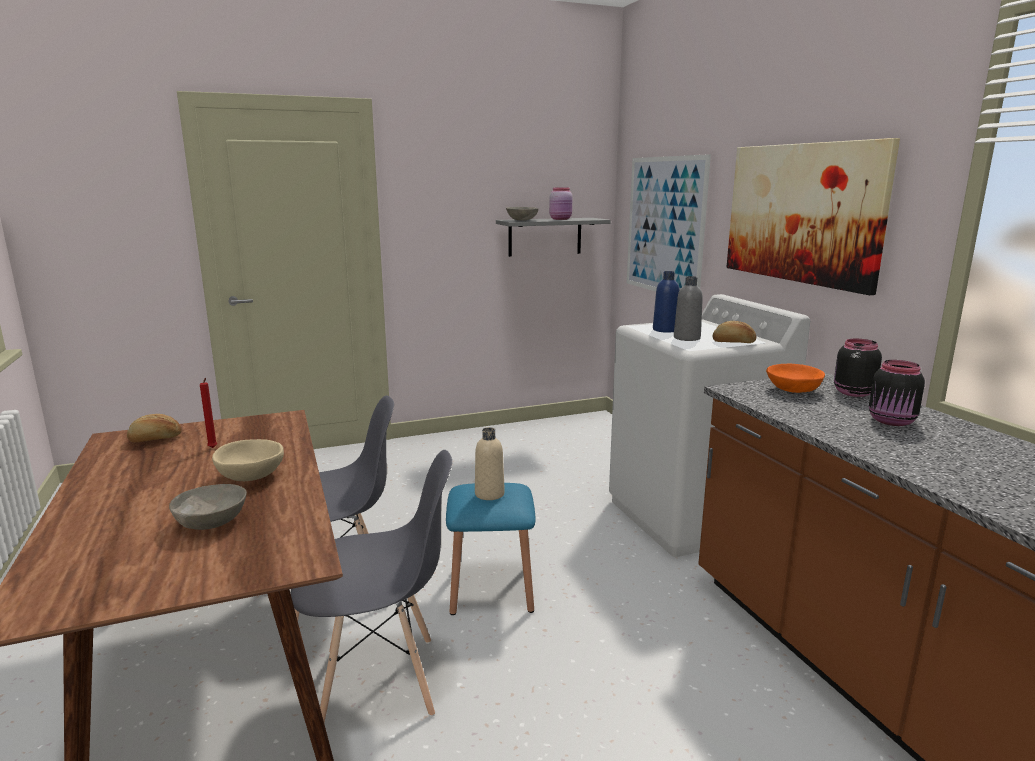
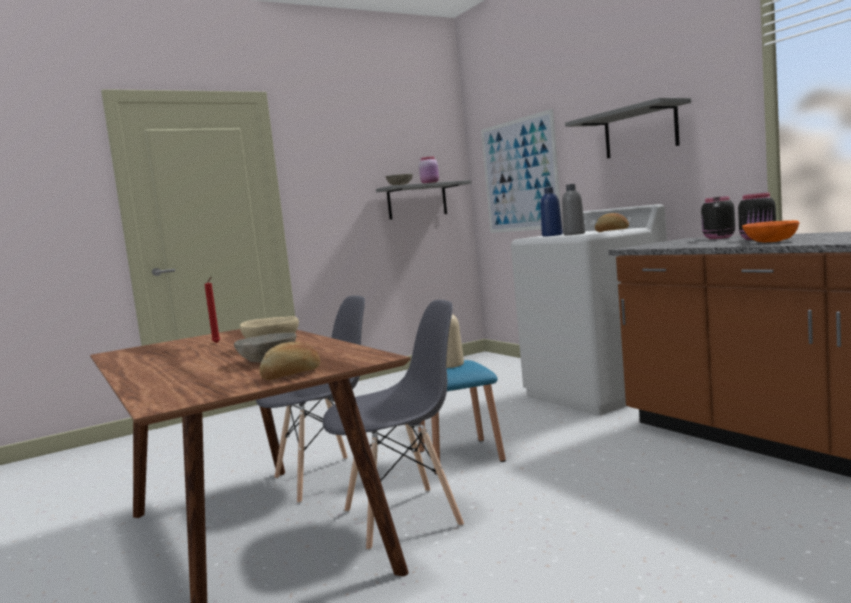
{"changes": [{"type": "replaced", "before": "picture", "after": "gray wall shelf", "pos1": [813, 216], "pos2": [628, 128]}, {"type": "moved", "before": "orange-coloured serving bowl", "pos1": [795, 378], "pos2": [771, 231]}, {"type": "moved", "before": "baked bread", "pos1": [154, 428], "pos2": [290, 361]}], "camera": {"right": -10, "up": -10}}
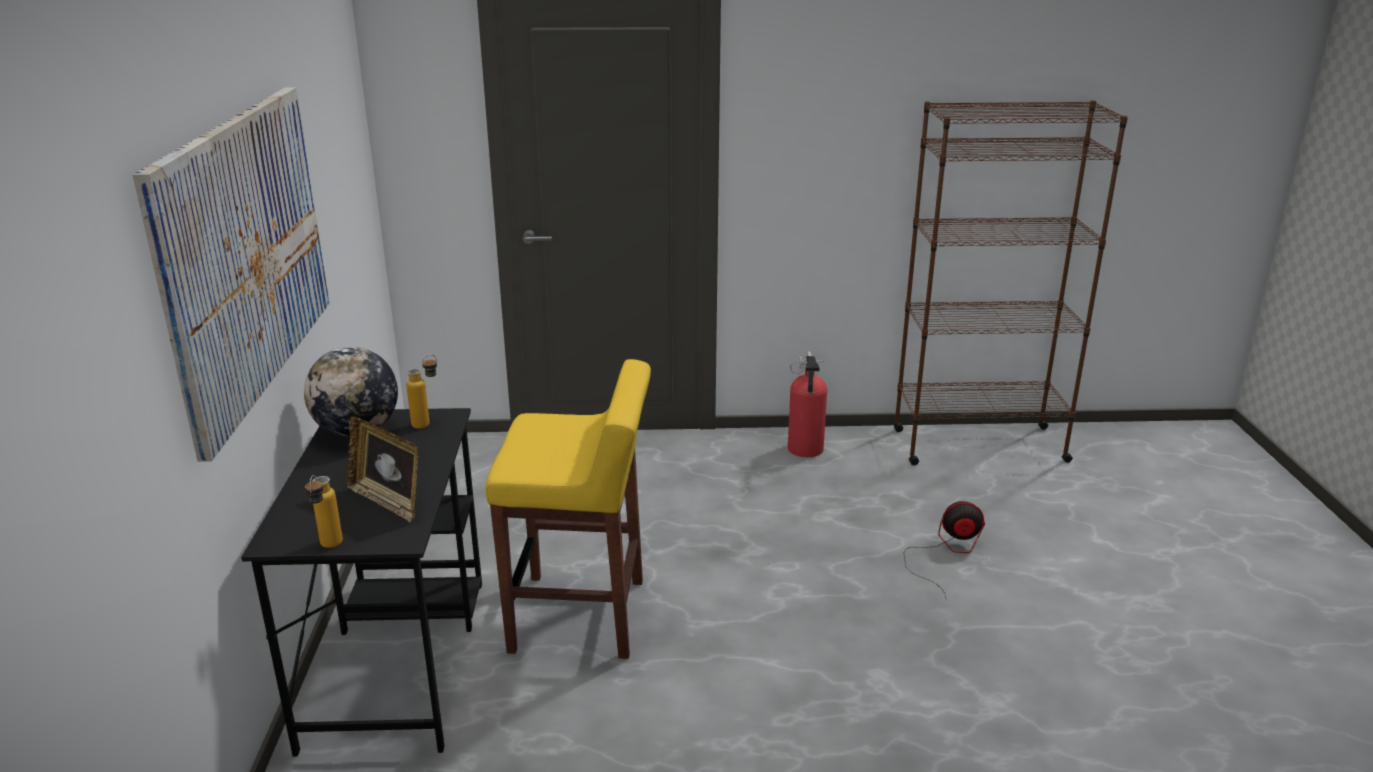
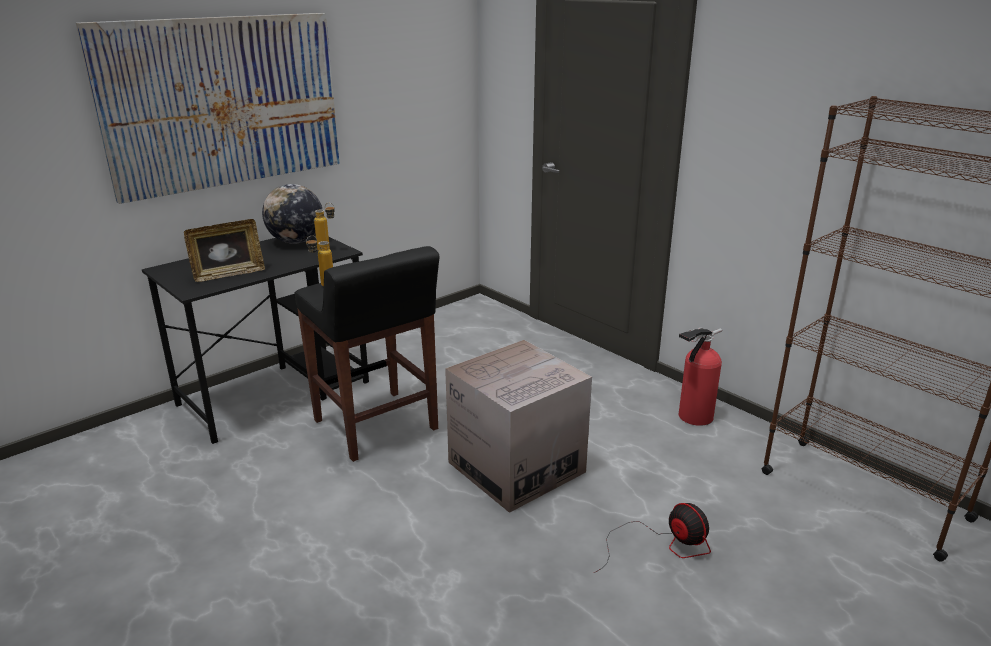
{"changes": [{"type": "recoloured", "before": "yellow stool", "after": "blackish stool", "pos1": [568, 509], "pos2": [366, 354]}, {"type": "turned", "before": "photo frame", "pos1": [382, 469], "pos2": [224, 250], "turn": -120}, {"type": "moved", "before": "beverage bottle", "pos1": [324, 511], "pos2": [319, 261]}, {"type": "added", "after": "carton", "pos2": [518, 426]}], "camera": {"right": 50, "up": 0}}
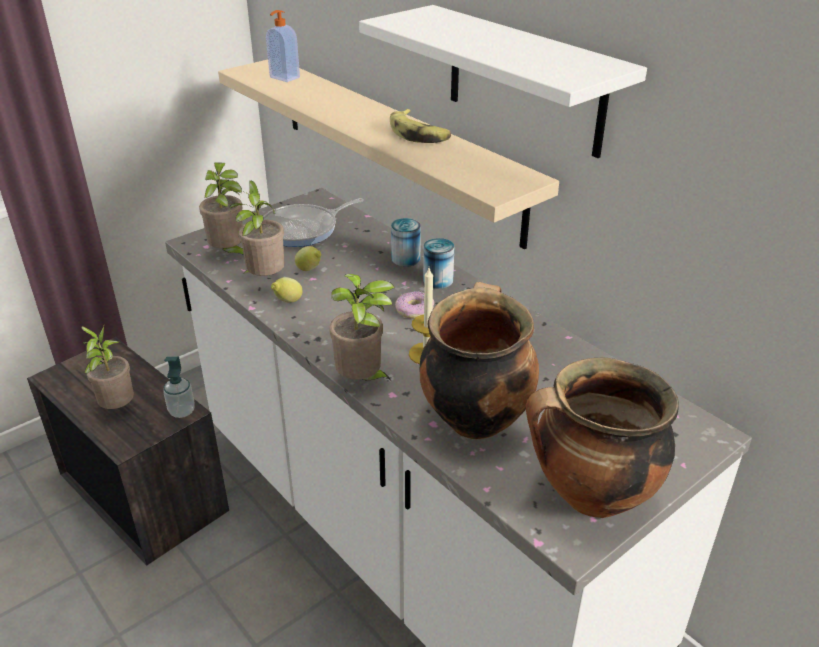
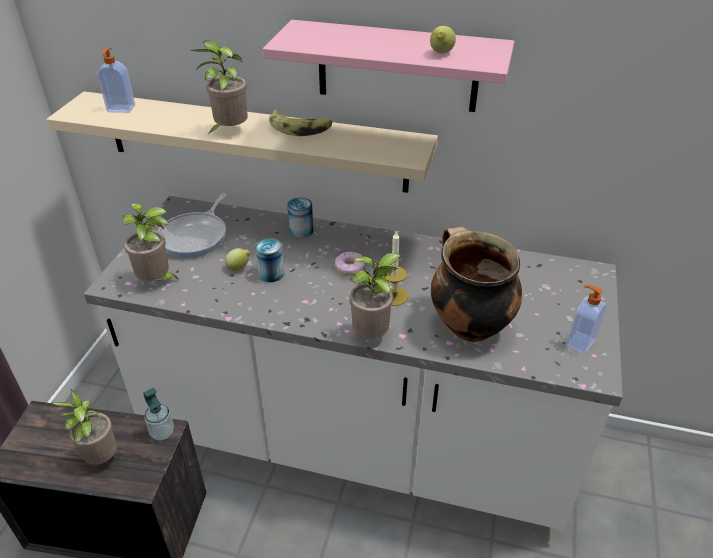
{"changes": [{"type": "recoloured", "before": "white-coloured wall shelf", "after": "pink wall shelf", "pos1": [503, 81], "pos2": [388, 66]}, {"type": "moved", "before": "houseplant", "pos1": [257, 228], "pos2": [219, 87]}, {"type": "moved", "before": "can", "pos1": [438, 263], "pos2": [269, 260]}, {"type": "moved", "before": "lemon", "pos1": [287, 290], "pos2": [443, 40]}, {"type": "replaced", "before": "cooking pot", "after": "liquid soap bottle", "pos1": [602, 438], "pos2": [586, 319]}], "camera": {"right": -35, "up": 5}}
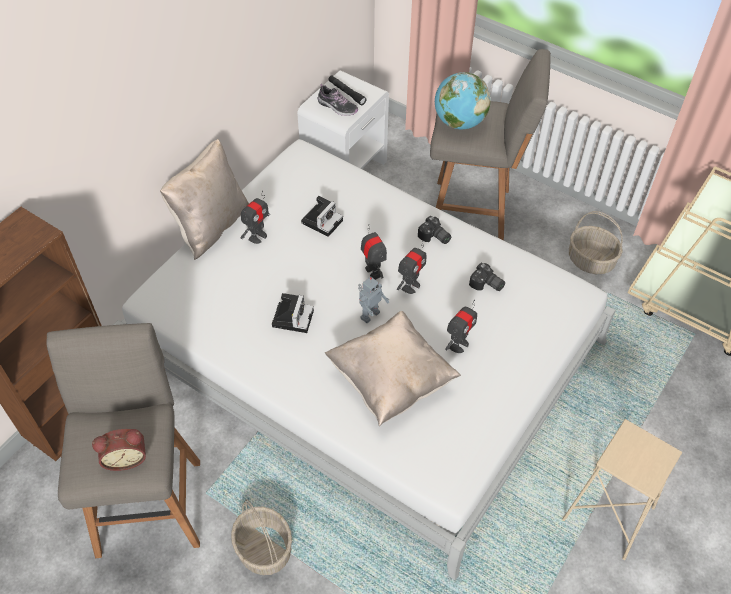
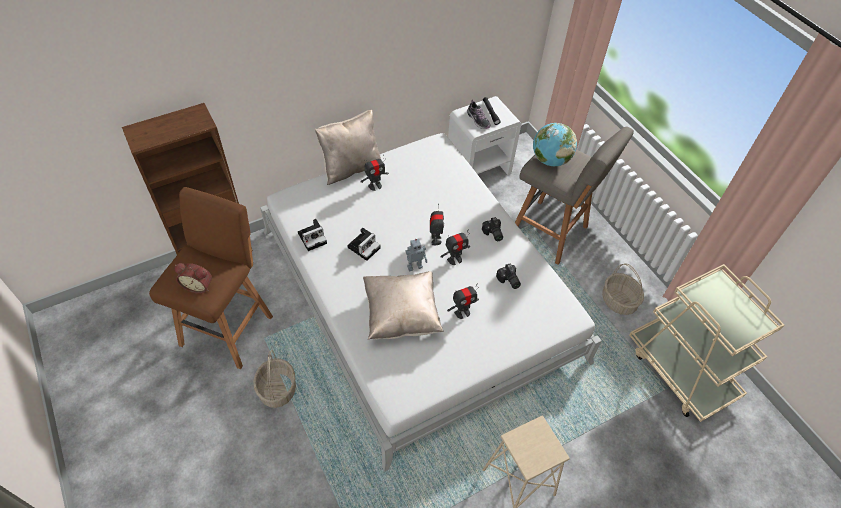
{"changes": [{"type": "moved", "before": "photo camera", "pos1": [322, 216], "pos2": [312, 235]}, {"type": "recoloured", "before": "gray stool", "after": "brownish stool", "pos1": [123, 440], "pos2": [211, 278]}], "camera": {"right": 25, "up": 0}}
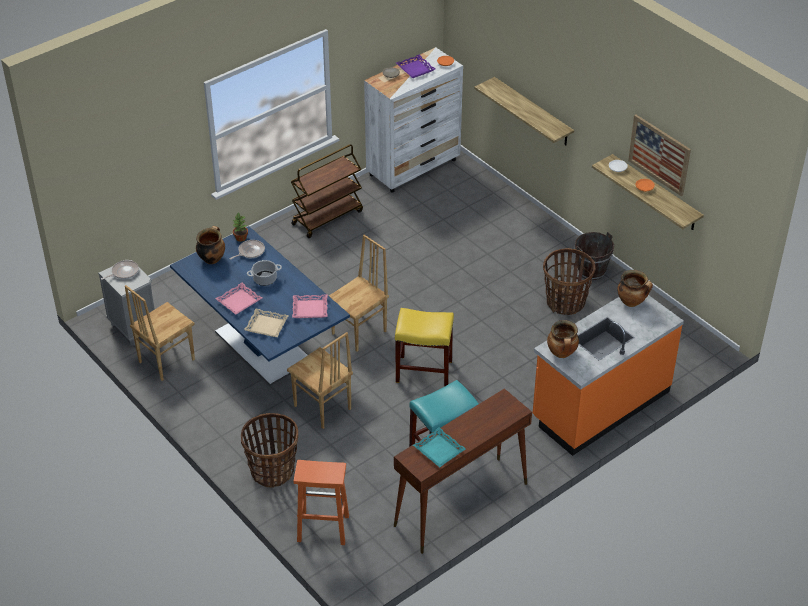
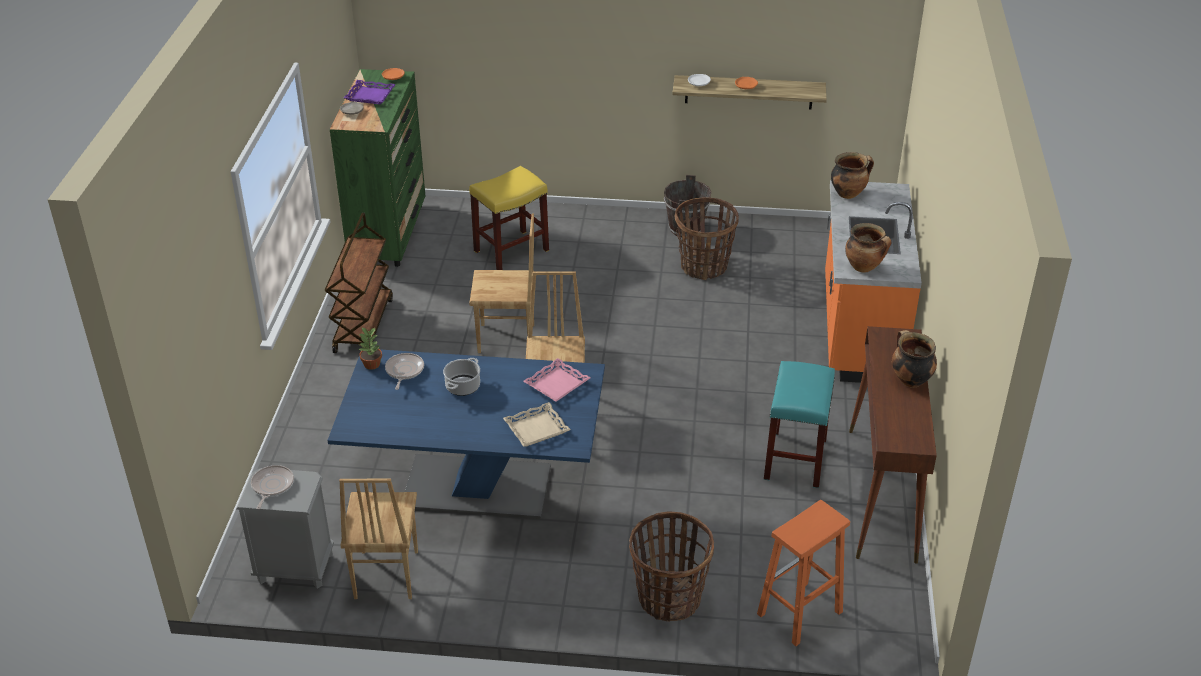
{"changes": [{"type": "recoloured", "before": "white-coloured chest of drawers", "after": "green-coloured chest of drawers", "pos1": [413, 120], "pos2": [377, 168]}, {"type": "removed", "before": "wall shelf", "pos1": [524, 111]}, {"type": "removed", "before": "picture", "pos1": [659, 155]}, {"type": "moved", "before": "cooking pot", "pos1": [210, 245], "pos2": [914, 359]}, {"type": "removed", "before": "pink tray", "pos1": [239, 299]}, {"type": "moved", "before": "yellow stool", "pos1": [424, 347], "pos2": [509, 218]}, {"type": "moved", "before": "brownish chair", "pos1": [320, 380], "pos2": [501, 283]}, {"type": "removed", "before": "turquoise tray", "pos1": [439, 447]}], "camera": {"right": -45, "up": -5}}
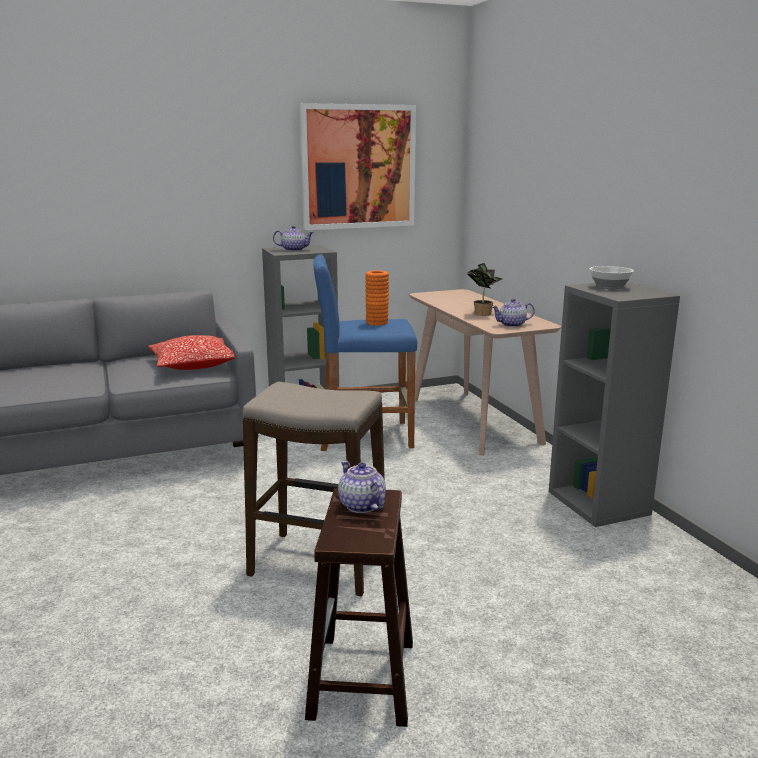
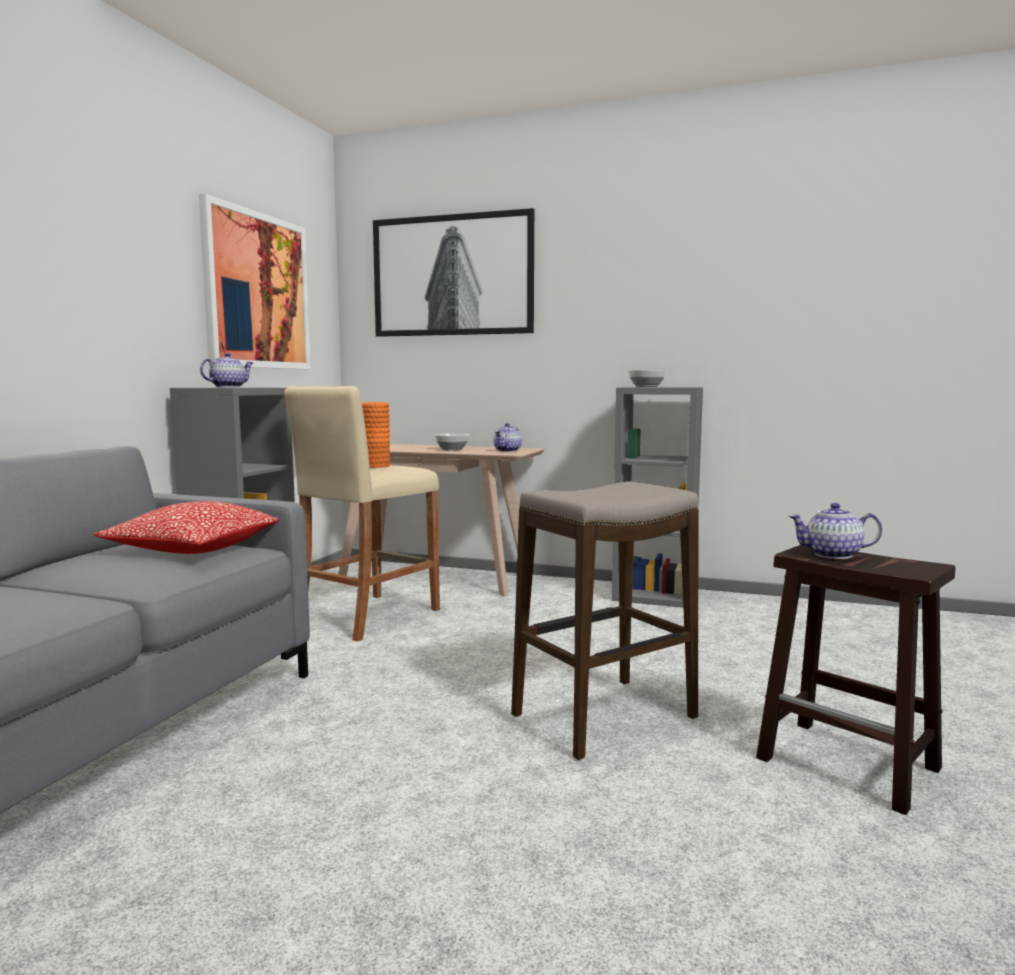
{"changes": [{"type": "recoloured", "before": "blue-coloured stool", "after": "beige-coloured stool", "pos1": [365, 353], "pos2": [362, 513]}, {"type": "replaced", "before": "houseplant", "after": "serving bowl", "pos1": [484, 289], "pos2": [452, 442]}, {"type": "added", "after": "picture", "pos2": [453, 272]}], "camera": {"right": -50, "up": -10}}
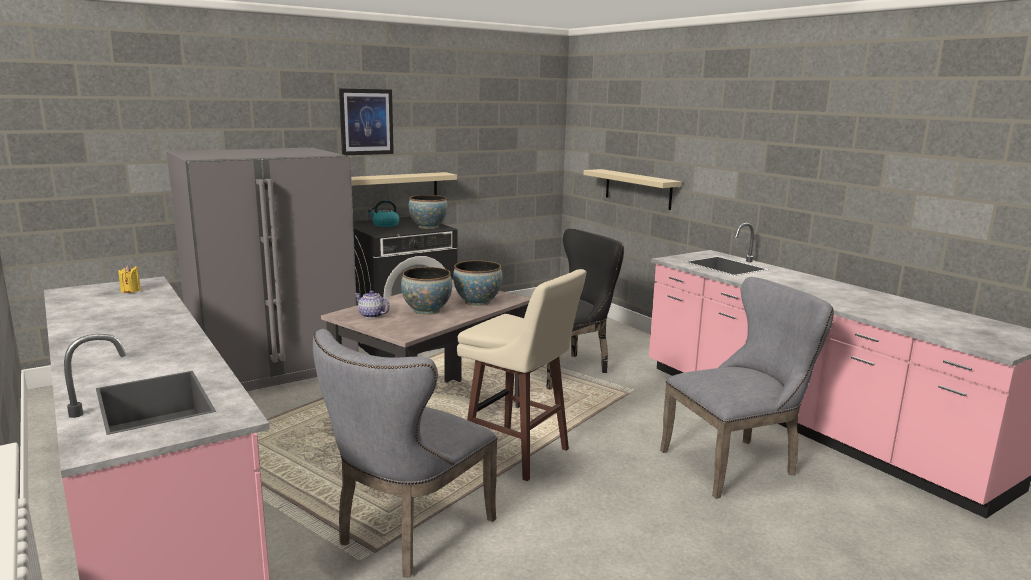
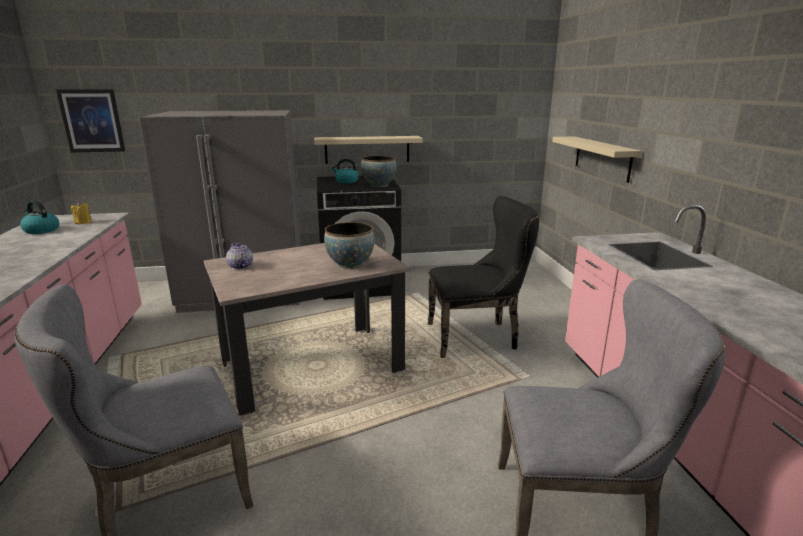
{"changes": [{"type": "moved", "before": "picture", "pos1": [366, 121], "pos2": [90, 120]}, {"type": "removed", "before": "serving bowl", "pos1": [426, 291]}, {"type": "removed", "before": "beige-coloured stool", "pos1": [521, 375]}, {"type": "added", "after": "water kettle", "pos2": [39, 217]}], "camera": {"right": 25, "up": 5}}
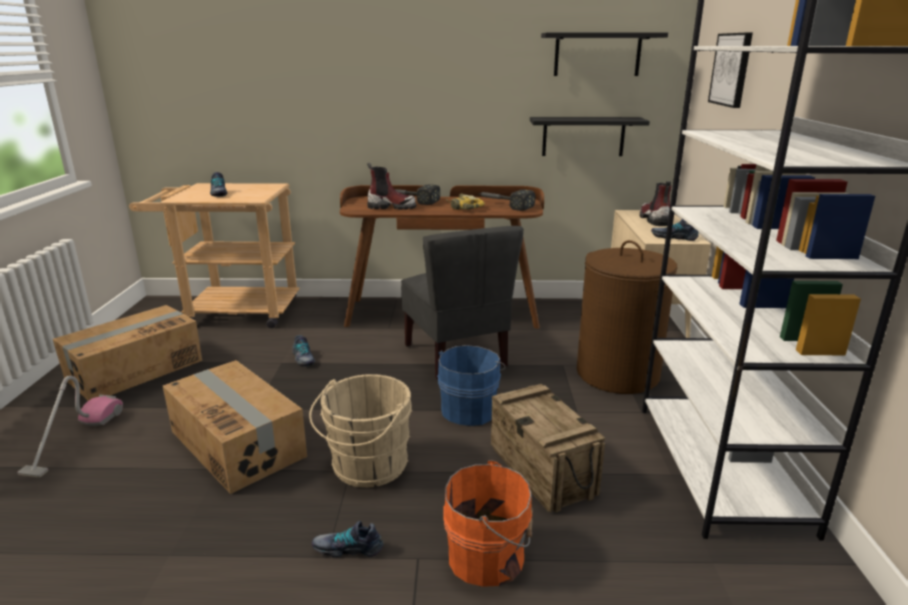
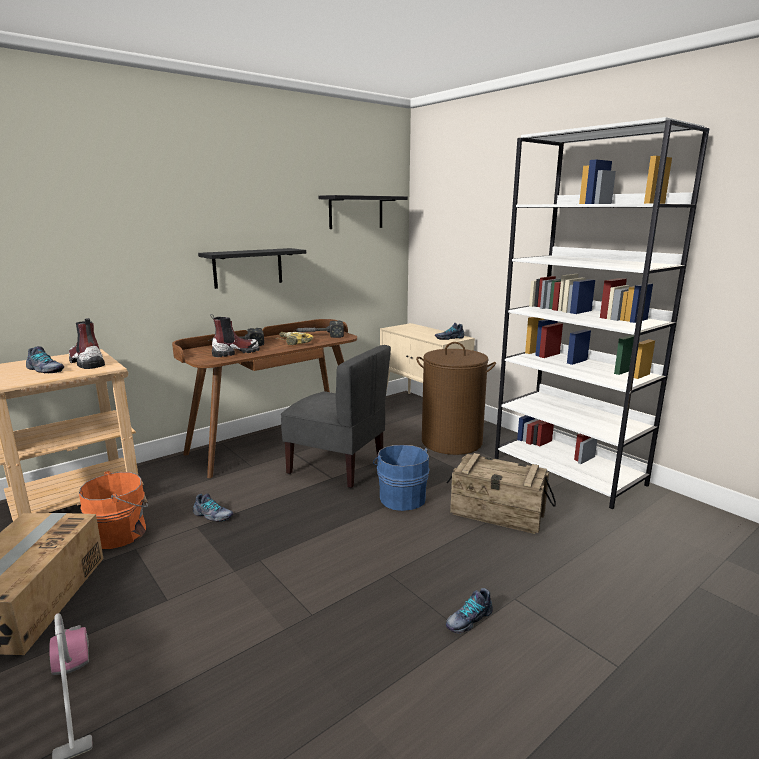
{"changes": [{"type": "removed", "before": "picture", "pos1": [730, 70]}, {"type": "moved", "before": "blackish wall shelf", "pos1": [590, 136], "pos2": [252, 268]}, {"type": "moved", "before": "tall boot", "pos1": [656, 203], "pos2": [87, 343]}, {"type": "removed", "before": "carton", "pos1": [235, 427]}, {"type": "removed", "before": "beige-coloured pail", "pos1": [360, 431]}, {"type": "moved", "before": "orange-coloured pail", "pos1": [488, 523], "pos2": [113, 510]}], "camera": {"right": -40, "up": -5}}
